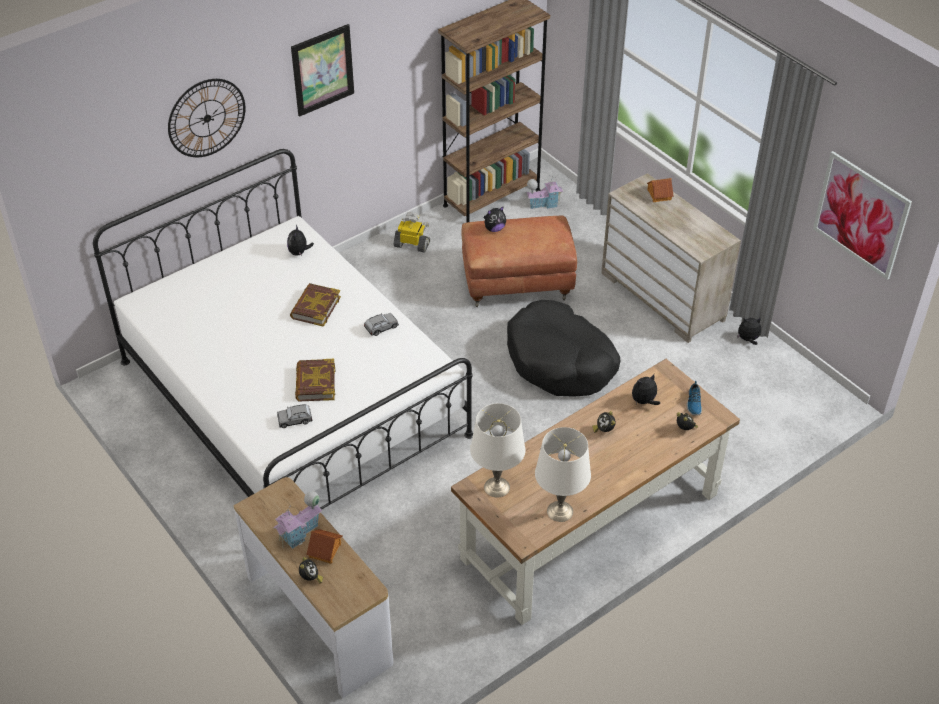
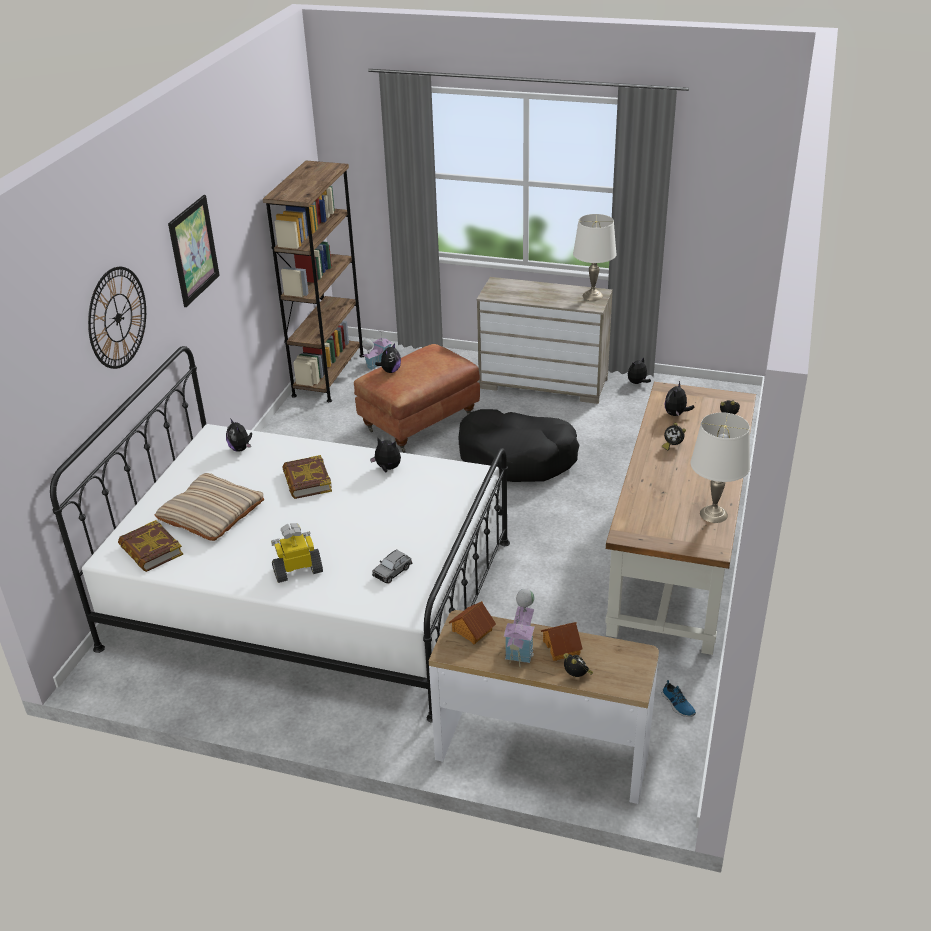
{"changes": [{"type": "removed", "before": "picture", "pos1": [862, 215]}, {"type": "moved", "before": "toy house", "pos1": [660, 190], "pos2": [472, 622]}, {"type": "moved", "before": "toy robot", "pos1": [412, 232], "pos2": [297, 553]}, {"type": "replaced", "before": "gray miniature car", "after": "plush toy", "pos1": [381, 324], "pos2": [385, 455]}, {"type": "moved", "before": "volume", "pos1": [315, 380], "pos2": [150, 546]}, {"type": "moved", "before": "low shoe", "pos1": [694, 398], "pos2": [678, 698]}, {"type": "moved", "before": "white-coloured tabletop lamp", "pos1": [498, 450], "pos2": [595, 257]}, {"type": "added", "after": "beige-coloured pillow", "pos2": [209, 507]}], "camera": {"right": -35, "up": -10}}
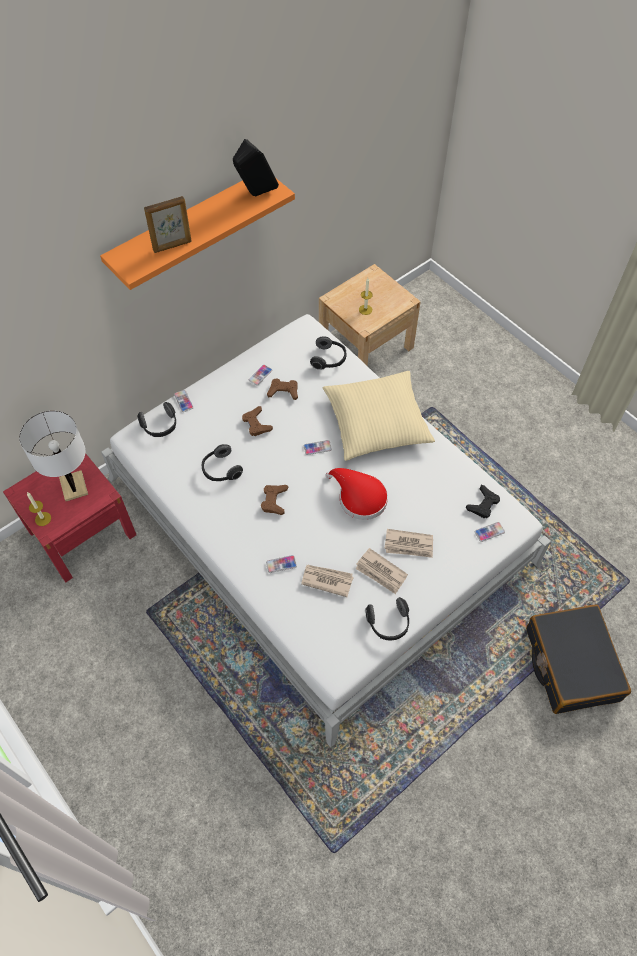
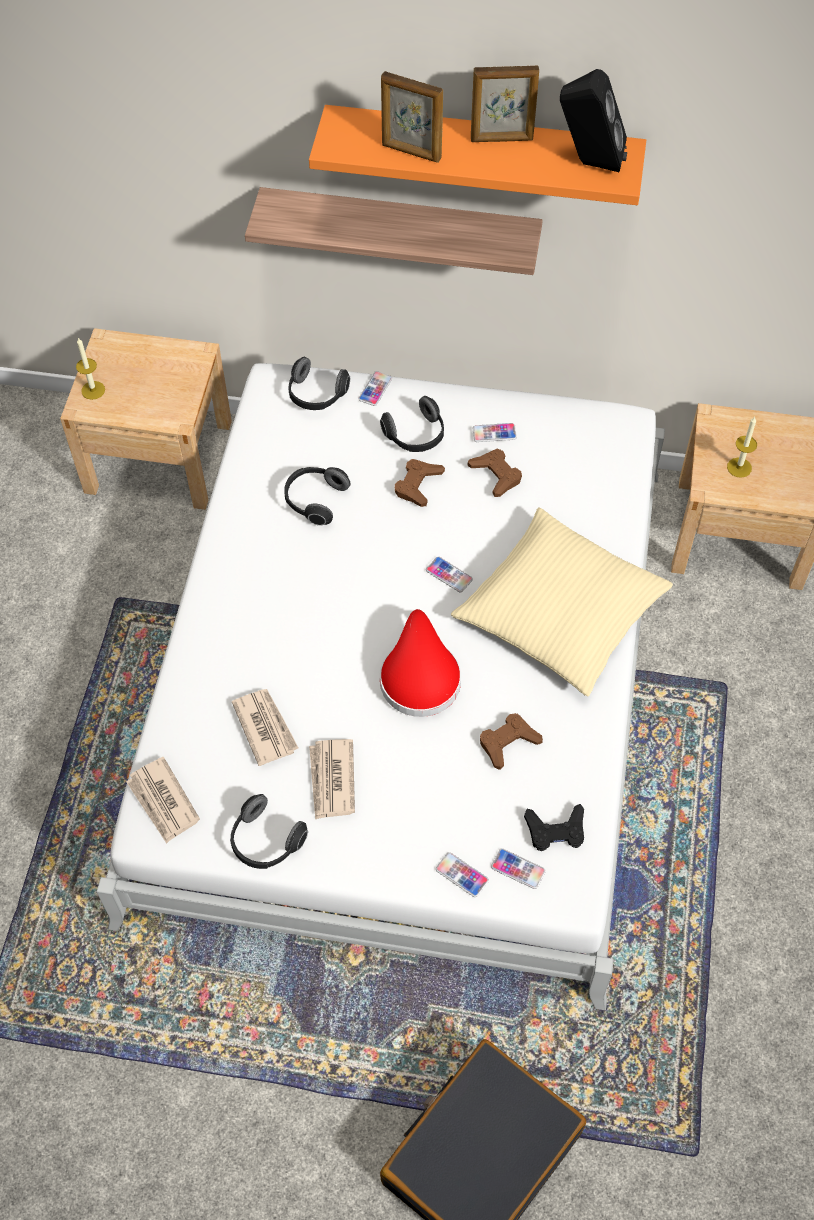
{"changes": [{"type": "moved", "before": "headphones", "pos1": [328, 353], "pos2": [412, 424]}, {"type": "removed", "before": "white-coloured tabletop lamp", "pos1": [53, 456]}, {"type": "recoloured", "before": "reddish night table", "after": "beige-coloured night table", "pos1": [69, 517], "pos2": [146, 419]}, {"type": "moved", "before": "brownish gamepad", "pos1": [274, 500], "pos2": [511, 741]}, {"type": "moved", "before": "newspaper", "pos1": [408, 543], "pos2": [163, 800]}, {"type": "moved", "before": "telephone", "pos1": [281, 564], "pos2": [462, 874]}, {"type": "added", "after": "photo frame", "pos2": [505, 103]}, {"type": "added", "after": "wall shelf", "pos2": [394, 231]}], "camera": {"right": 50, "up": 0}}
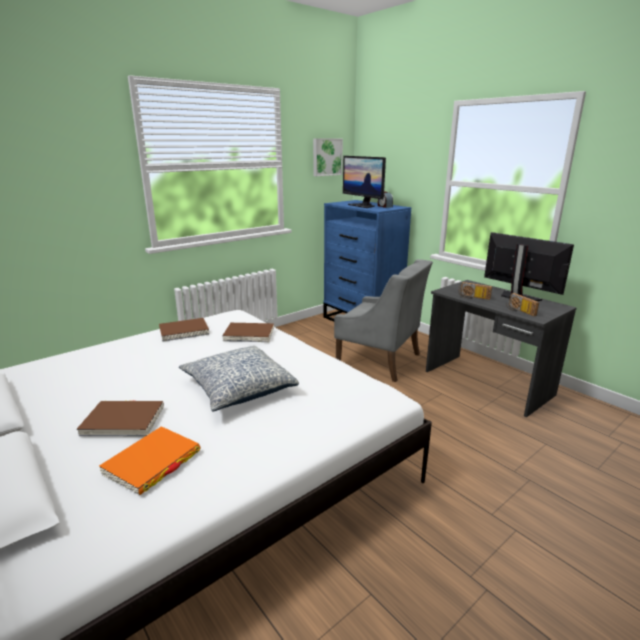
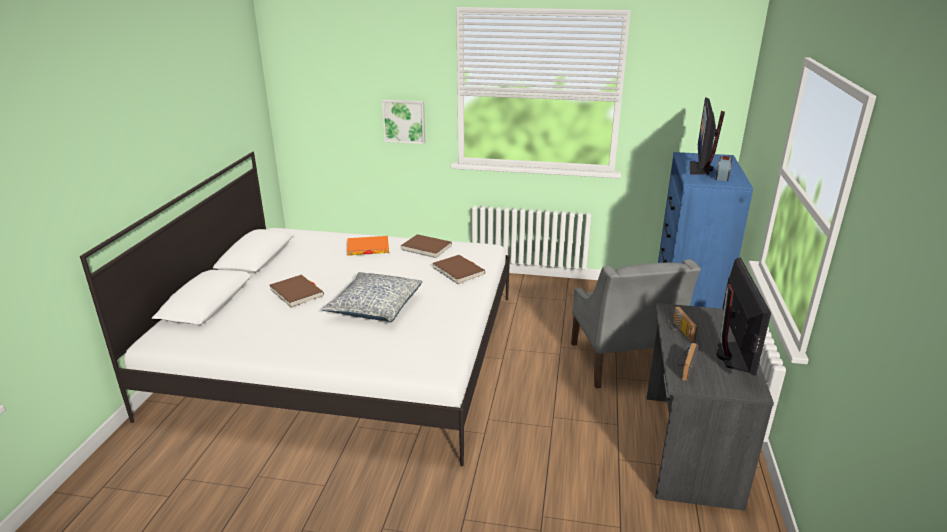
{"changes": [{"type": "moved", "before": "picture", "pos1": [328, 157], "pos2": [403, 121]}, {"type": "moved", "before": "orange-coloured volume", "pos1": [149, 460], "pos2": [368, 245]}], "camera": {"right": 50, "up": 5}}
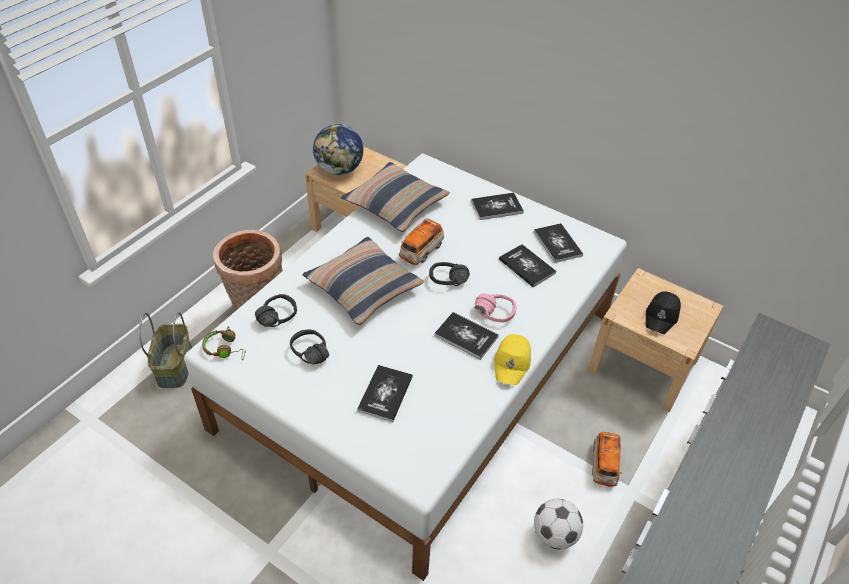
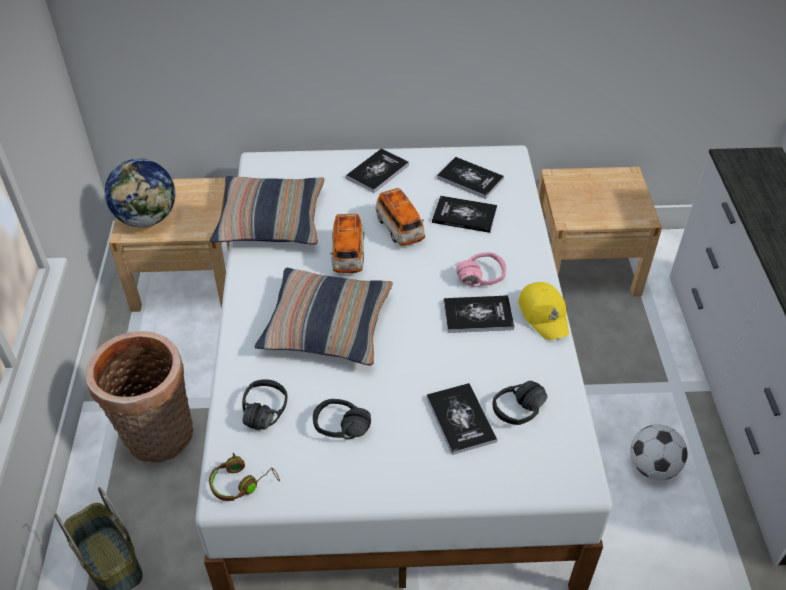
{"changes": [{"type": "moved", "before": "blackish headphones", "pos1": [449, 274], "pos2": [520, 403]}, {"type": "removed", "before": "blackish cap", "pos1": [663, 312]}, {"type": "moved", "before": "miniature car", "pos1": [607, 459], "pos2": [400, 217]}], "camera": {"right": -35, "up": 0}}
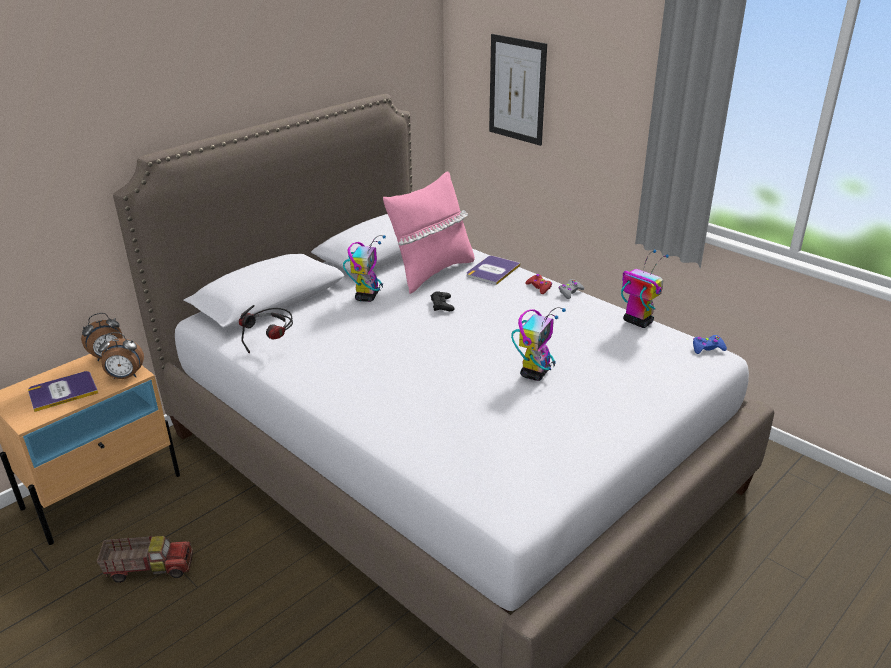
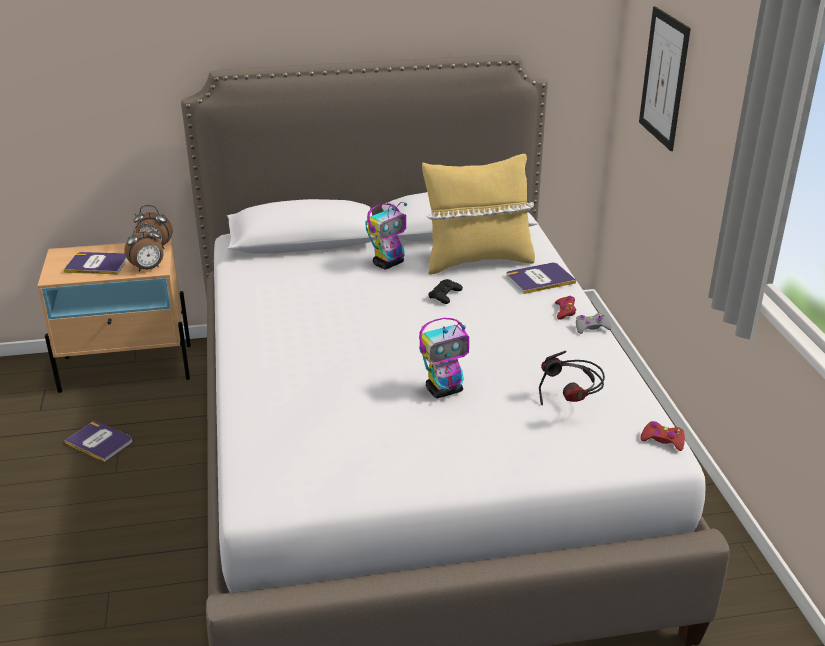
{"changes": [{"type": "recoloured", "before": "pink pillow", "after": "yellow pillow", "pos1": [429, 232], "pos2": [478, 214]}, {"type": "removed", "before": "toy robot", "pos1": [645, 289]}, {"type": "moved", "before": "headphones", "pos1": [266, 329], "pos2": [572, 378]}, {"type": "turned", "before": "bedside clock", "pos1": [121, 355], "pos2": [143, 248], "turn": -60}, {"type": "recoloured", "before": "blue-coloured gamepad", "after": "reddish gamepad", "pos1": [710, 344], "pos2": [662, 436]}, {"type": "replaced", "before": "model truck", "after": "volume", "pos1": [145, 559], "pos2": [98, 441]}], "camera": {"right": 35, "up": 0}}
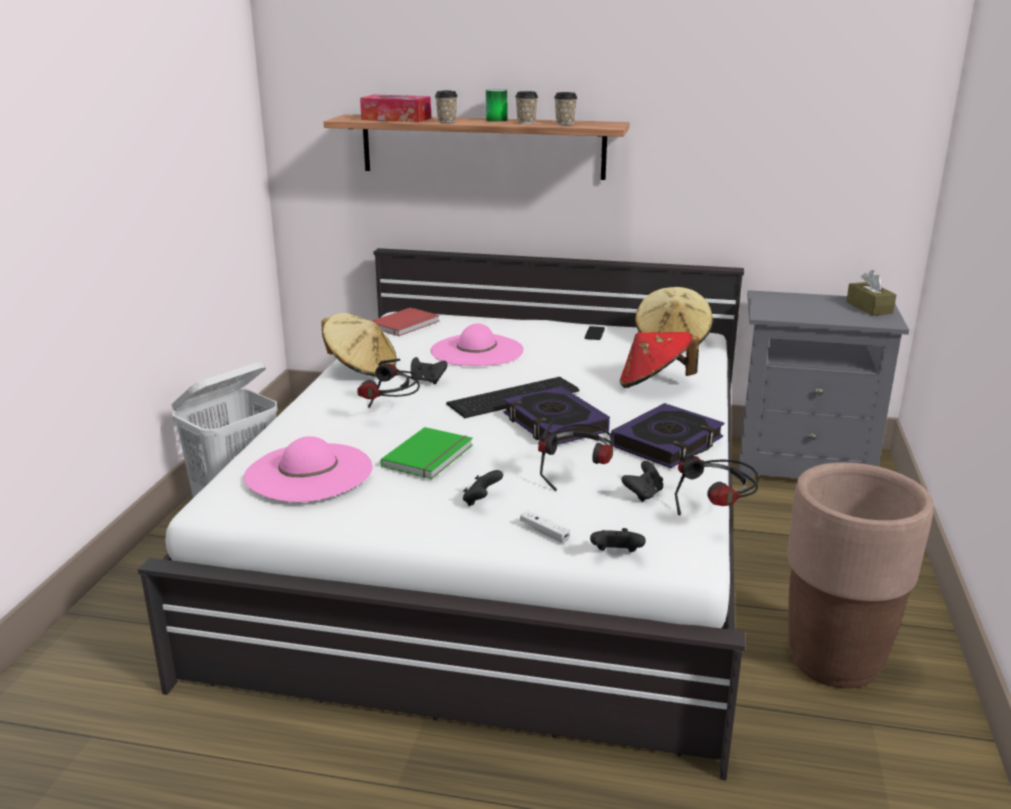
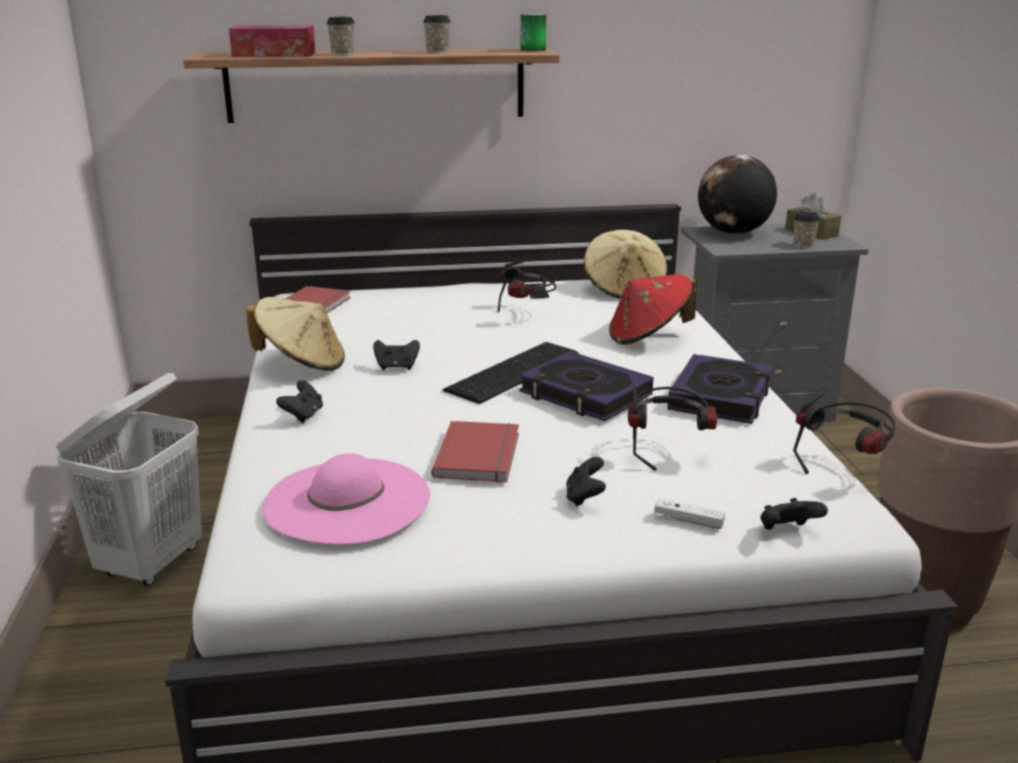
{"changes": [{"type": "moved", "before": "can", "pos1": [496, 105], "pos2": [533, 33]}, {"type": "moved", "before": "drinking cup", "pos1": [565, 108], "pos2": [807, 229]}, {"type": "removed", "before": "pink clothing hat", "pos1": [477, 344]}, {"type": "moved", "before": "headphones", "pos1": [388, 383], "pos2": [526, 286]}, {"type": "recoloured", "before": "green-coloured volume", "after": "reddish volume", "pos1": [426, 453], "pos2": [475, 451]}, {"type": "moved", "before": "blackish gamepad", "pos1": [642, 481], "pos2": [299, 401]}, {"type": "added", "after": "globe", "pos2": [737, 195]}], "camera": {"right": -20, "up": 0}}
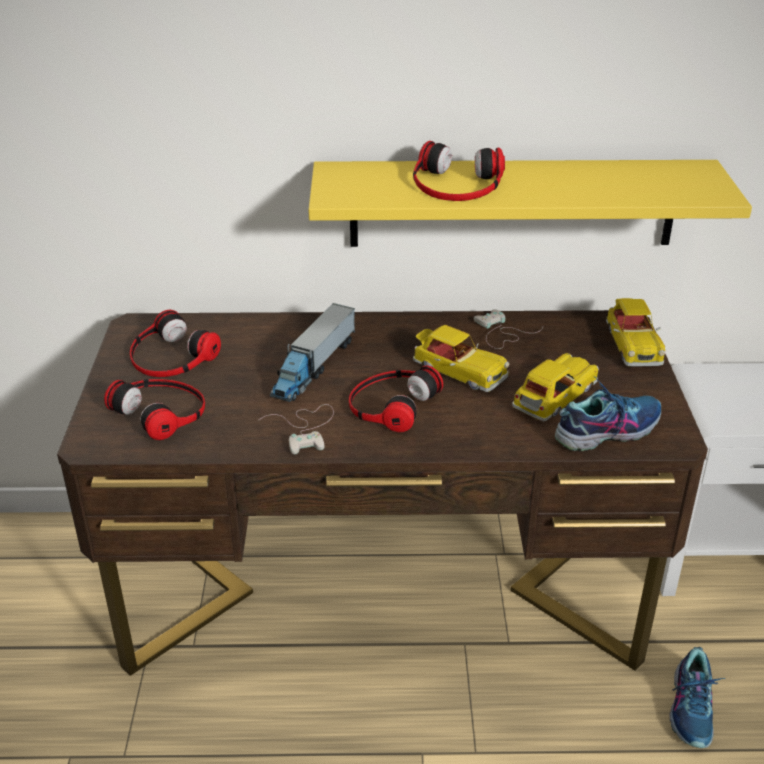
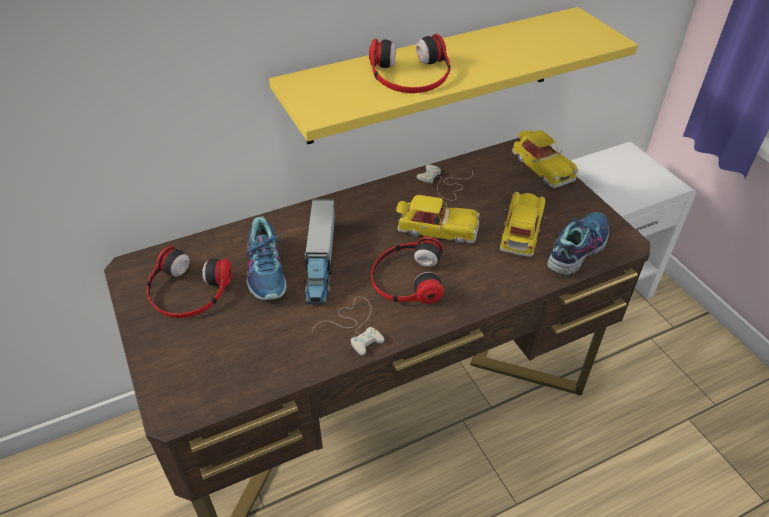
{"changes": [{"type": "removed", "before": "headphones", "pos1": [154, 409]}, {"type": "moved", "before": "low shoe", "pos1": [697, 697], "pos2": [266, 258]}], "camera": {"right": -25, "up": 10}}
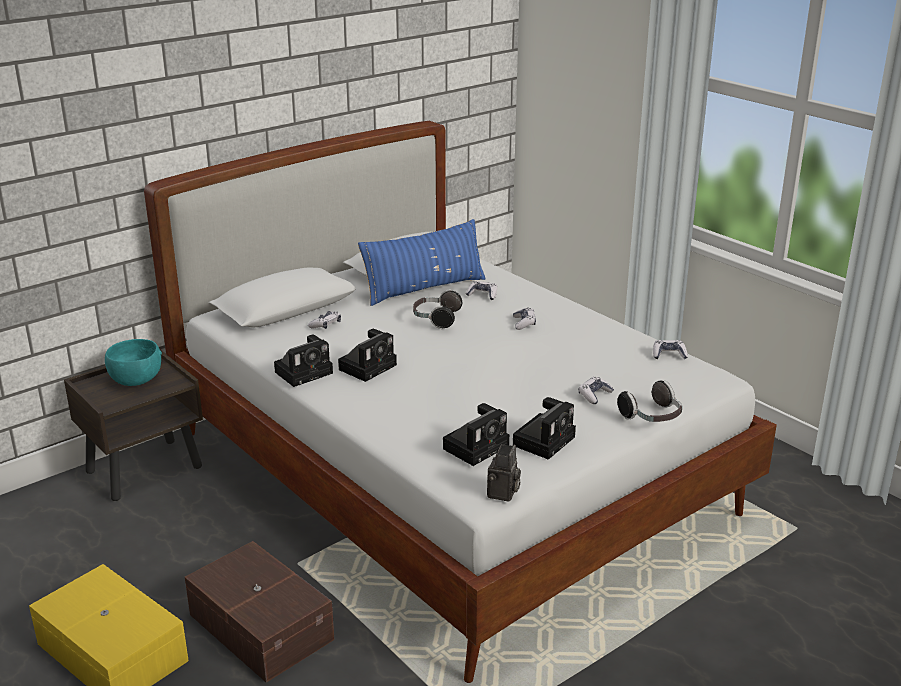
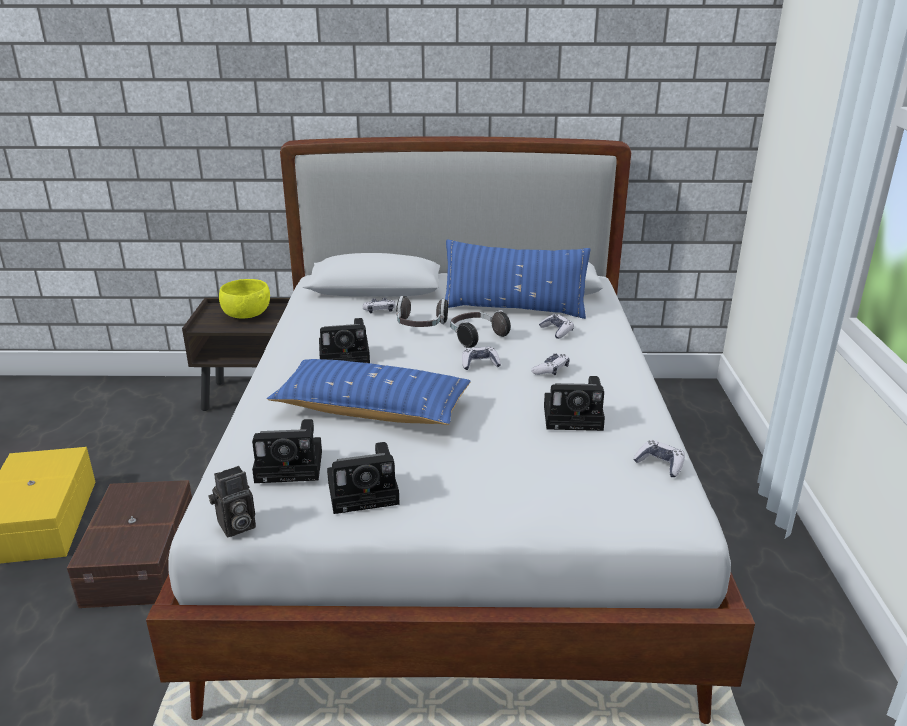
{"changes": [{"type": "moved", "before": "photo camera", "pos1": [303, 360], "pos2": [574, 403]}, {"type": "recoloured", "before": "turquoise serving bowl", "after": "yellow serving bowl", "pos1": [133, 362], "pos2": [244, 299]}, {"type": "moved", "before": "gamepad", "pos1": [596, 390], "pos2": [481, 358]}, {"type": "moved", "before": "headphones", "pos1": [650, 401], "pos2": [422, 311]}, {"type": "added", "after": "blue-coloured pillow", "pos2": [369, 392]}], "camera": {"right": 40, "up": 0}}
